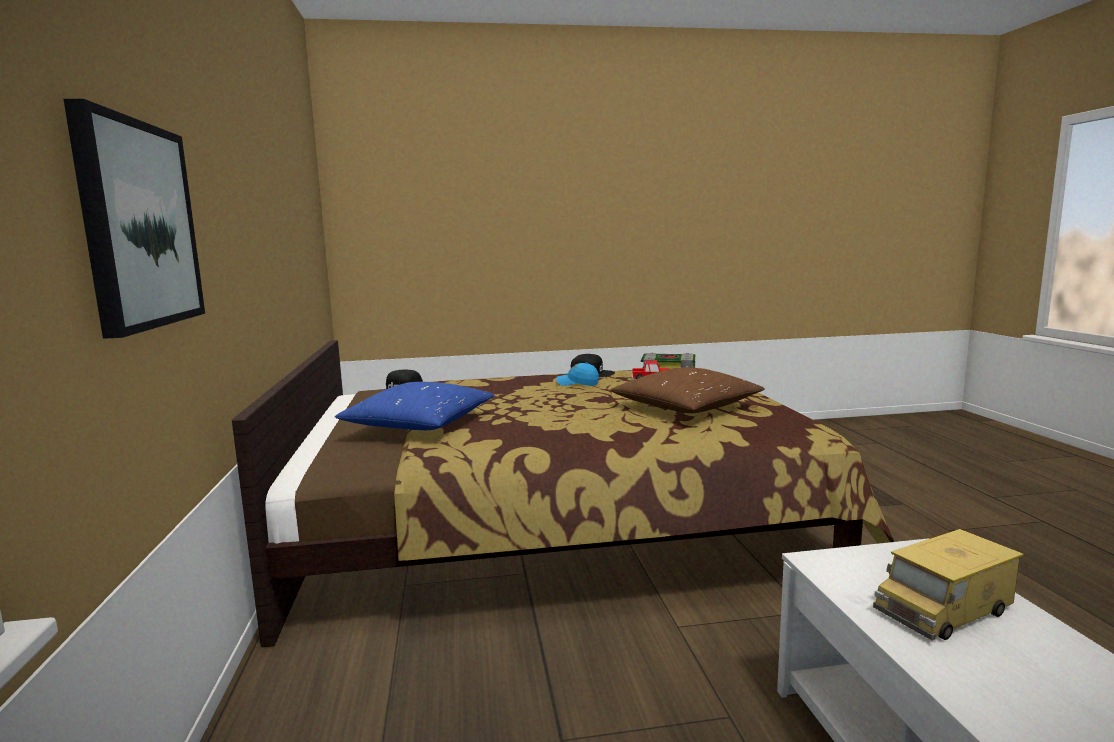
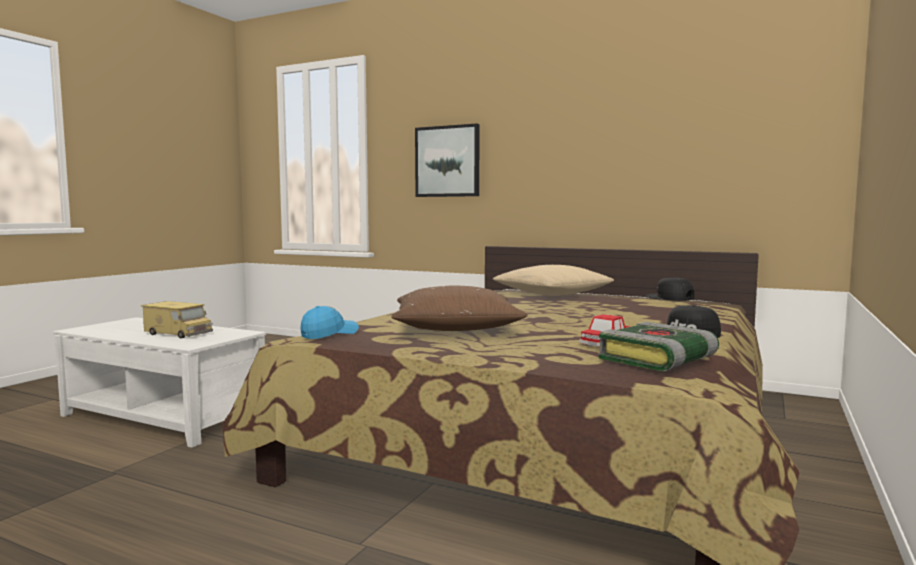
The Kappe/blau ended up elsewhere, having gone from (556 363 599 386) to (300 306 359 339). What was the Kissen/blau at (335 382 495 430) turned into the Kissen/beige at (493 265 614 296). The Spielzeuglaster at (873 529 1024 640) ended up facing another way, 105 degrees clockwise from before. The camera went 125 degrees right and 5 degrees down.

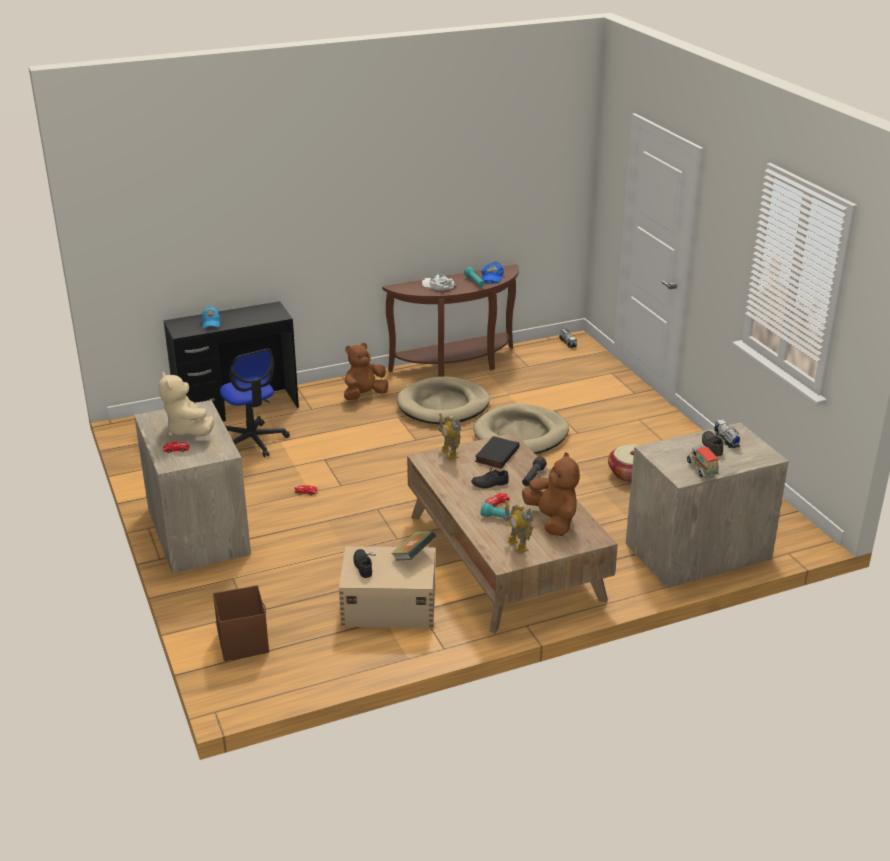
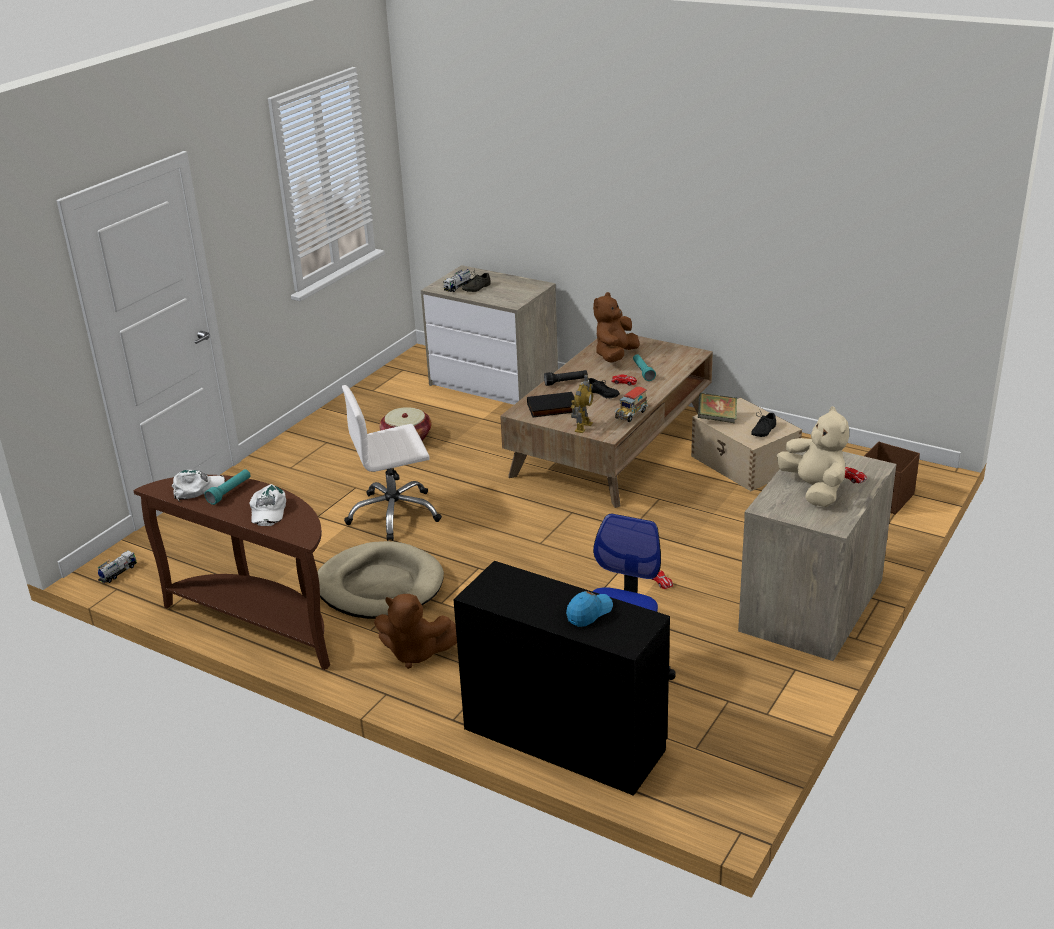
What was the Kappe/blau at (481 261 504 284) turned into the Kappe/weiß at (171 470 226 502). The Plüschtier/beige at (159 372 214 436) ended up facing another way, 45 degrees counterclockwise from before. Where the Hundebett/beige stood at (473 403 569 454), the Bürostuhl/weiß came to stand at (342 385 442 541). The Spielzeuglaster ended up elsewhere, having gone from (686 445 720 477) to (614 387 648 422). The second view lost the Spielzeugroboter at (504 500 533 554). The camera went 125 degrees left and 0 degrees up.

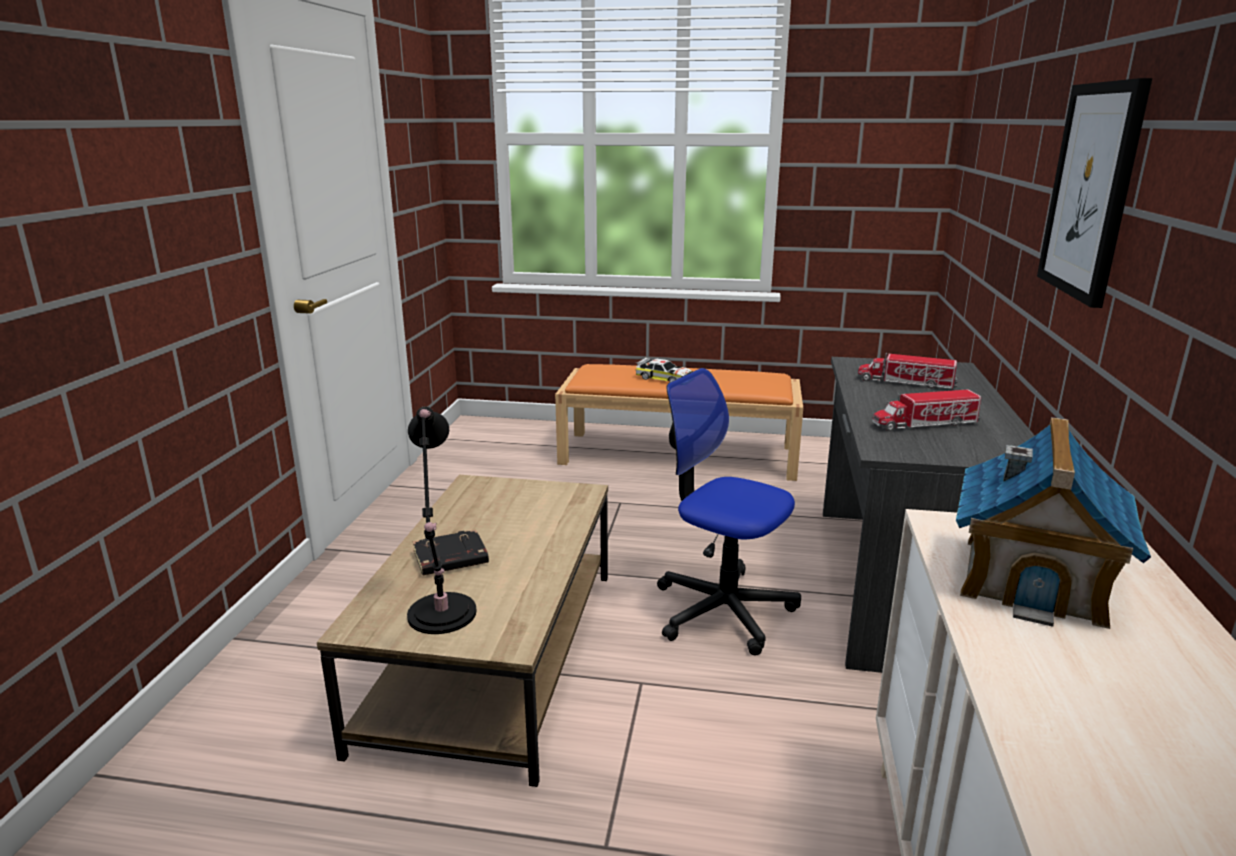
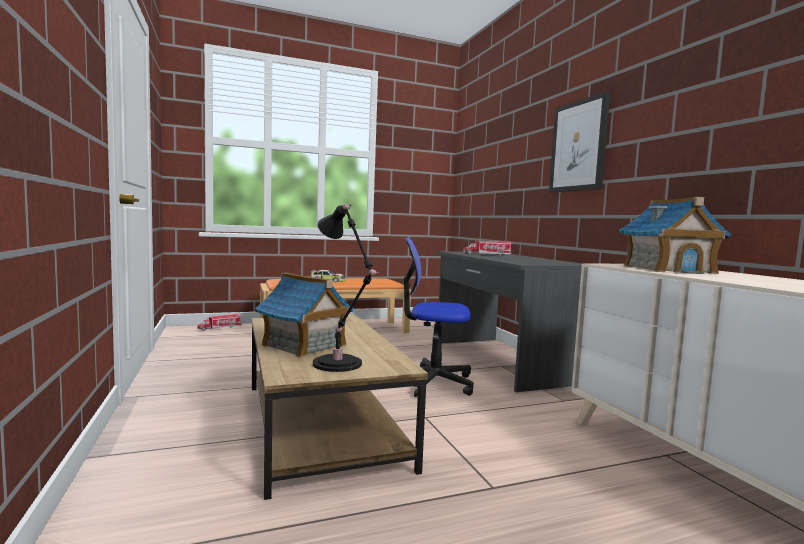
The Spielzeuglaster ended up elsewhere, having gone from (872 389 981 431) to (197 314 242 331). Where the Buch/schwarz stood at (412 530 489 575), the Spielzeughaus came to stand at (255 273 354 358). The camera went 30 degrees left and 15 degrees down.

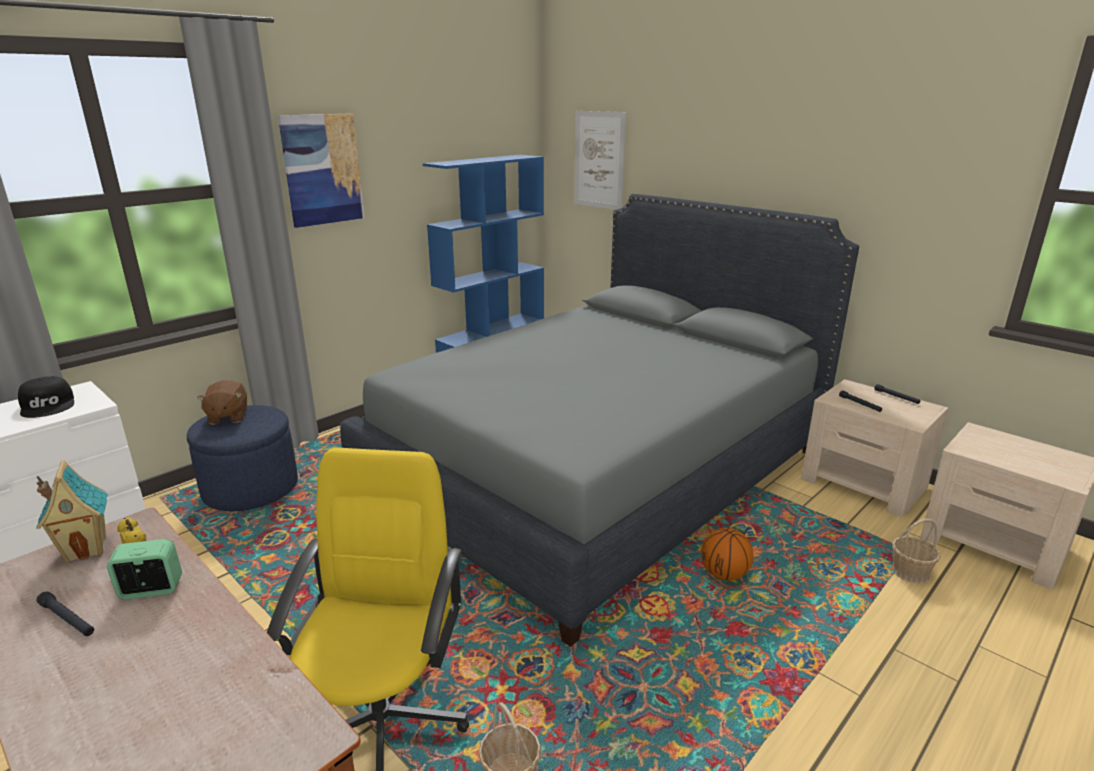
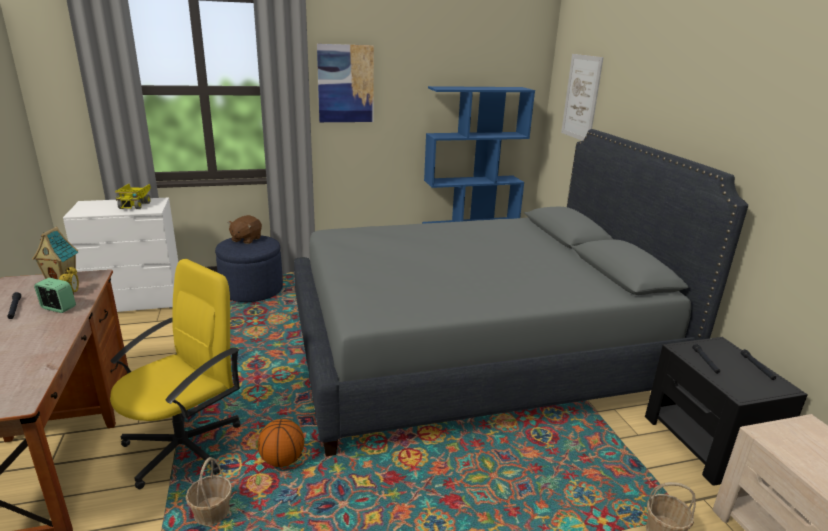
Where the Kappe/schwarz stood at (18 376 74 418), the Spielzeuglaster came to stand at (115 184 151 209). What was the Nachttisch/beige at (801 379 948 517) turned into the Nachttisch/schwarz at (645 337 808 486). The Basketball ended up elsewhere, having gone from (701 528 754 581) to (258 419 304 467). The camera went 30 degrees right and 0 degrees up.

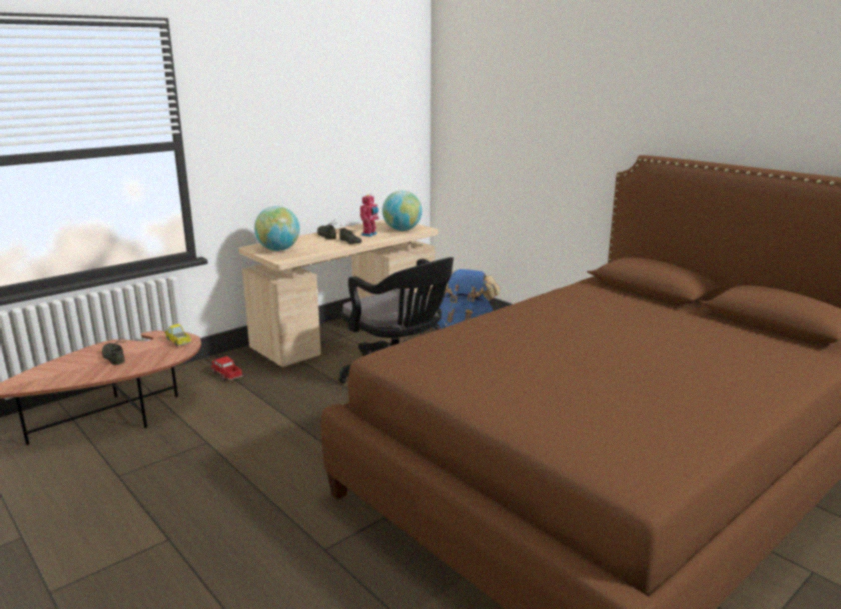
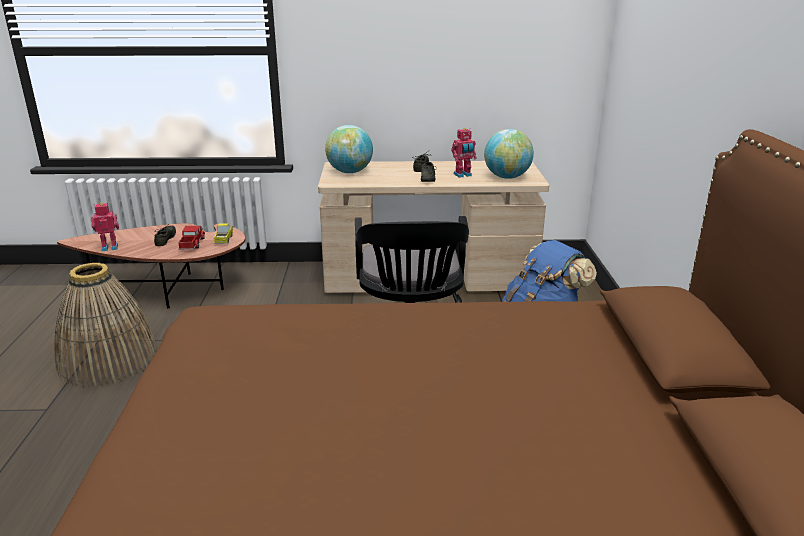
The Spielzeuglaster ended up elsewhere, having gone from (211 356 243 380) to (178 226 205 250). The second view gained the Spielzeugroboter at (91 203 119 251). The second view gained the Korb at (54 263 158 387). The camera went 40 degrees right and 5 degrees up.

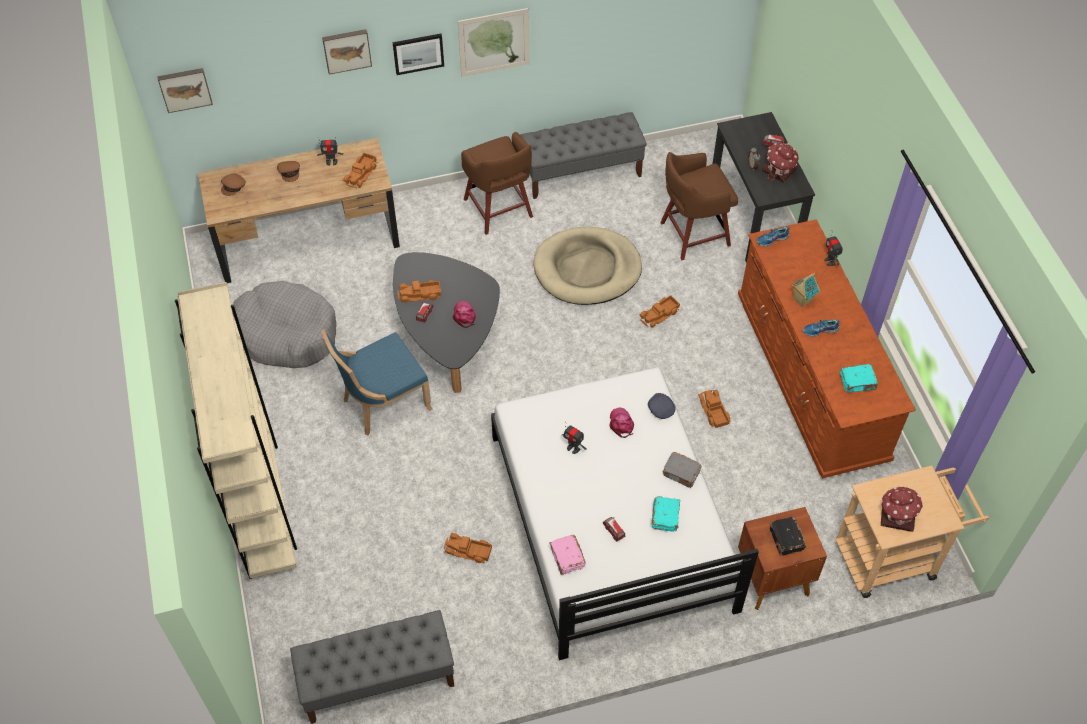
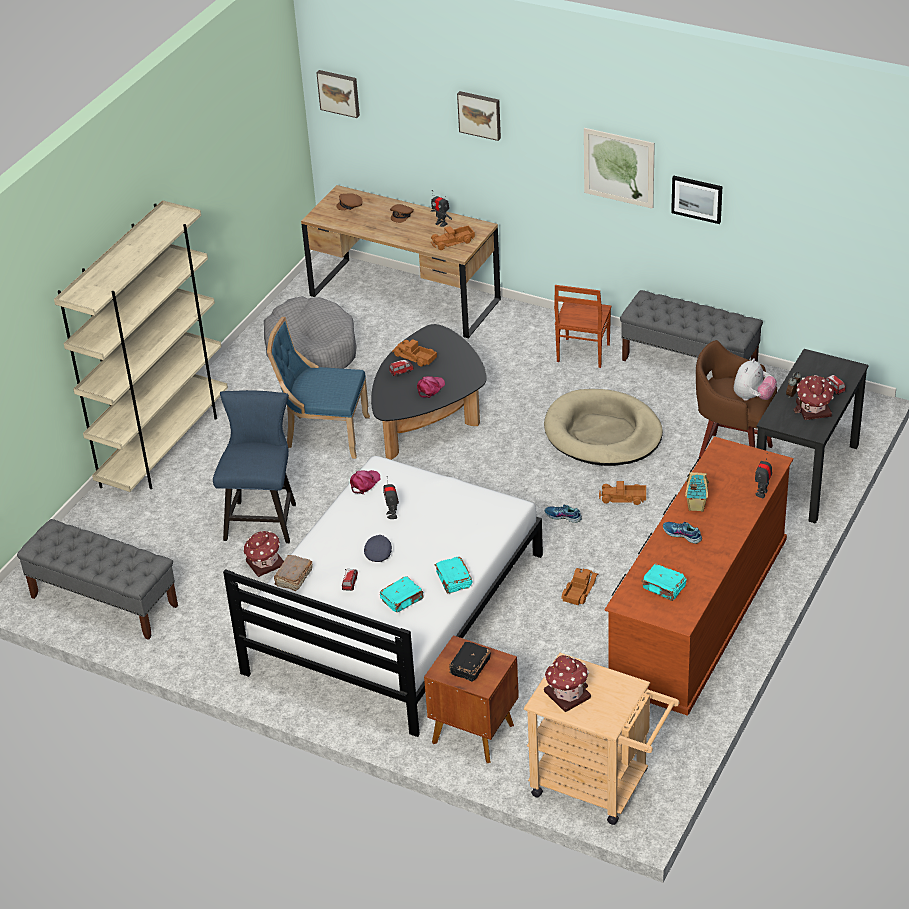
The Bild ended up elsewhere, having gone from (393 34 444 75) to (671 176 722 224). Where the Hocker/braun stood at (461 132 533 235), the Stuhl/braun came to stand at (554 285 611 368). The Schuh ended up elsewhere, having gone from (757 227 790 247) to (545 505 582 523). The Kappe/grau ended up elsewhere, having gone from (648 393 676 419) to (364 535 392 562). The Kappe/rosa ended up elsewhere, having gone from (609 407 634 438) to (350 470 380 494). What was the Buch/grau at (662 452 702 488) turned into the Buch/türkis at (435 557 473 593). Where the Spielzeuglaster stood at (444 533 492 563), the Spielzeughaus came to stand at (244 531 284 577). What was the Buch/rosa at (549 535 586 575) turned into the Buch/braun at (274 555 313 591). The second view gained the Plüschtier at (734 358 777 401). The second view gained the Stuhl/blau at (213 390 296 543). The camera went 45 degrees right and 15 degrees down.

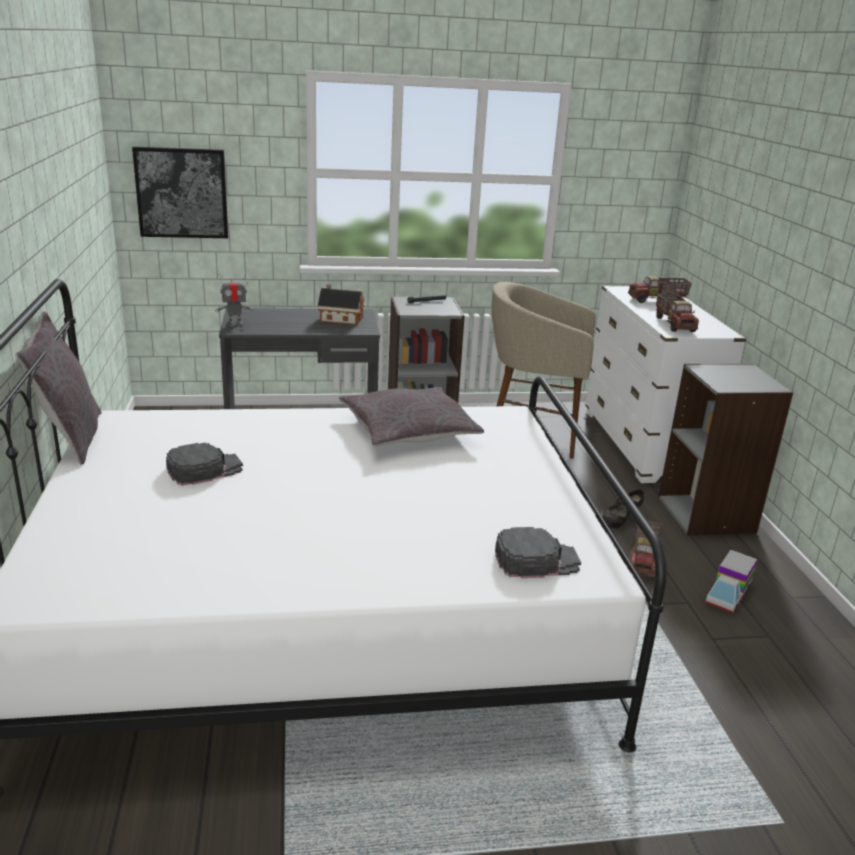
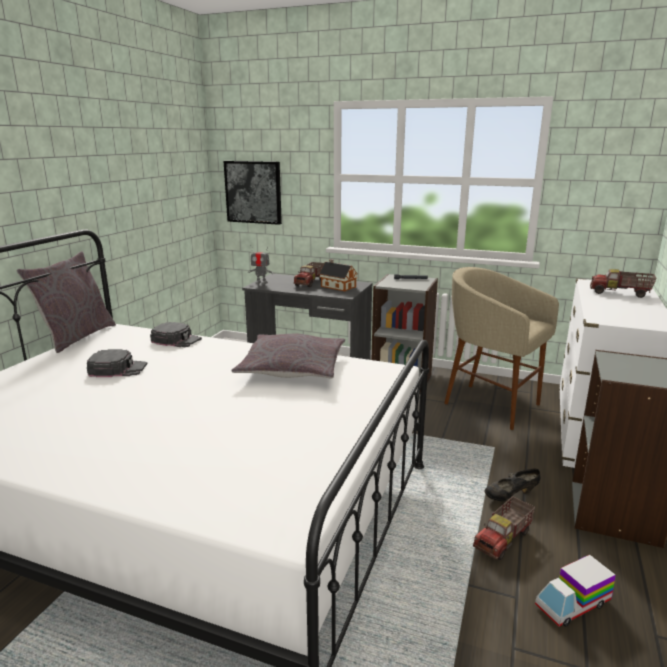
The Spielzeuglaster ended up elsewhere, having gone from (656 293 699 332) to (294 262 324 287). The Kappe/schwarz ended up elsewhere, having gone from (495 527 581 578) to (150 322 202 347). The camera went 30 degrees right and 5 degrees down.

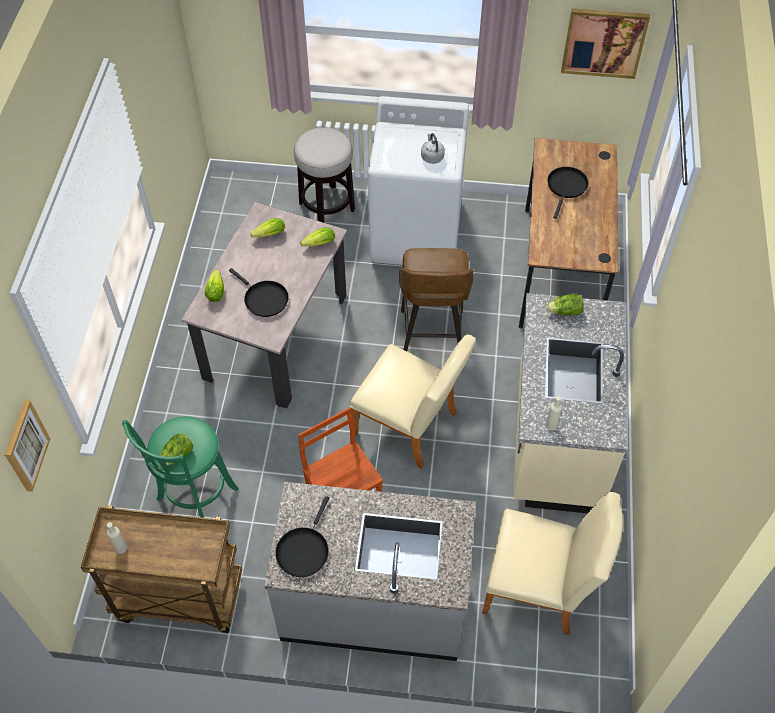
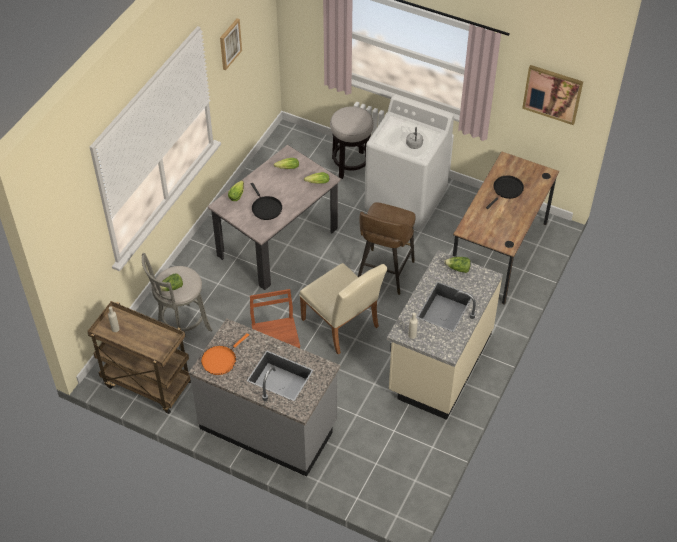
The Bild ended up elsewhere, having gone from (5 400 50 492) to (220 18 242 70). What was the Hocker/grün at (122 417 239 518) turned into the Hocker/grau at (142 253 212 349). The second view lost the Stuhl/beige at (482 492 623 635). What was the Pfanne/schwarz at (275 496 329 577) turned into the Pfanne/orange at (201 333 249 375). The camera went 20 degrees right and 5 degrees down.

